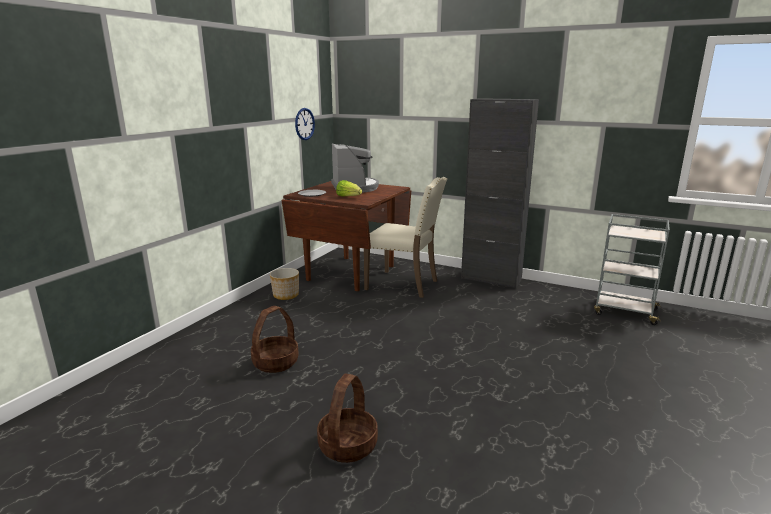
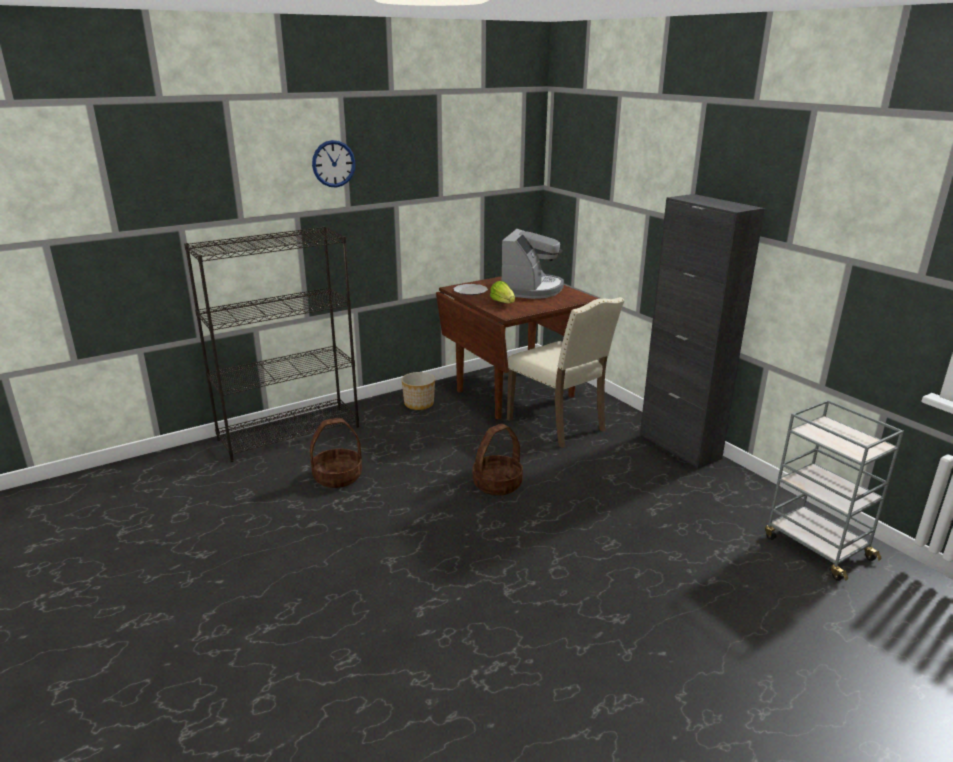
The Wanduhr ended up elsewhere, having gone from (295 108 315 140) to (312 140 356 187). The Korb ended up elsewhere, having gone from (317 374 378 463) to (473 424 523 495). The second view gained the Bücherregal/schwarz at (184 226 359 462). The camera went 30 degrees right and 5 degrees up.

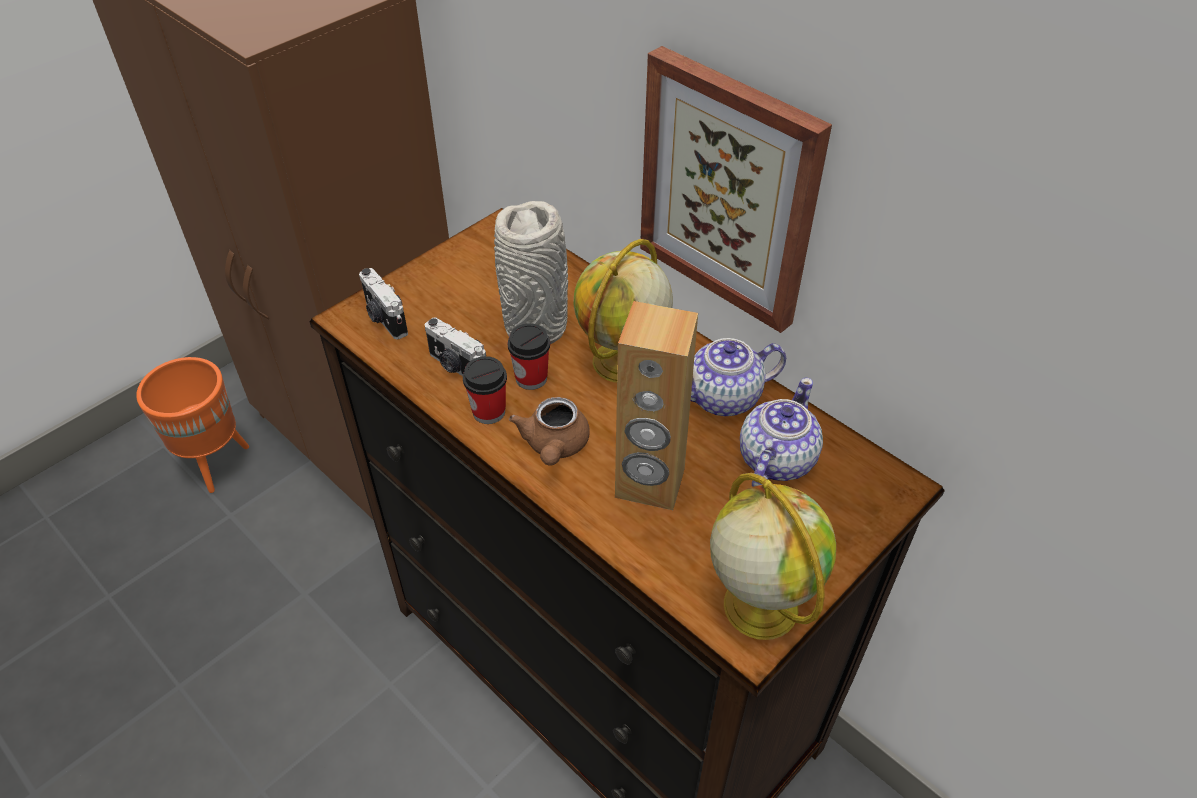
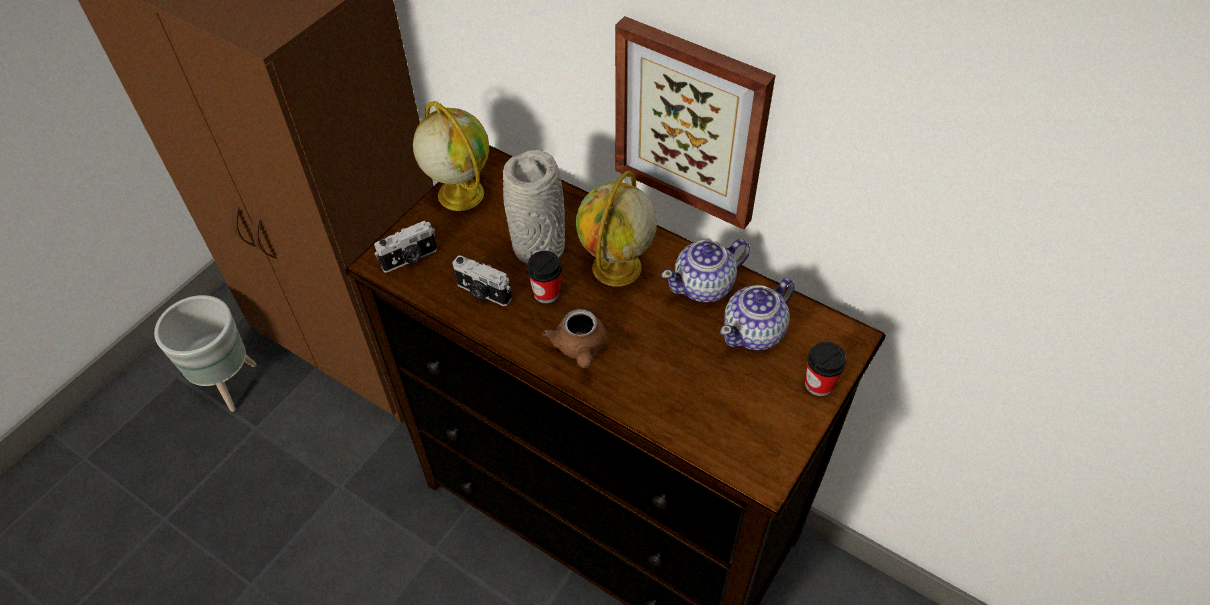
The Kamera at (359 268 408 339) ended up facing another way, 75 degrees counterclockwise from before. The second view lost the Lautsprecher/braun at (615 301 698 510). The Tasse ended up elsewhere, having gone from (463 356 507 424) to (805 342 846 396). What was the Pflanzkübel/orange at (136 357 249 493) turned into the Pflanzkübel/grau at (154 295 257 412). The Teekanne at (740 378 823 487) ended up facing another way, 150 degrees counterclockwise from before. The Globus ended up elsewhere, having gone from (710 473 836 640) to (413 101 489 211). The camera went 10 degrees left and 5 degrees up.

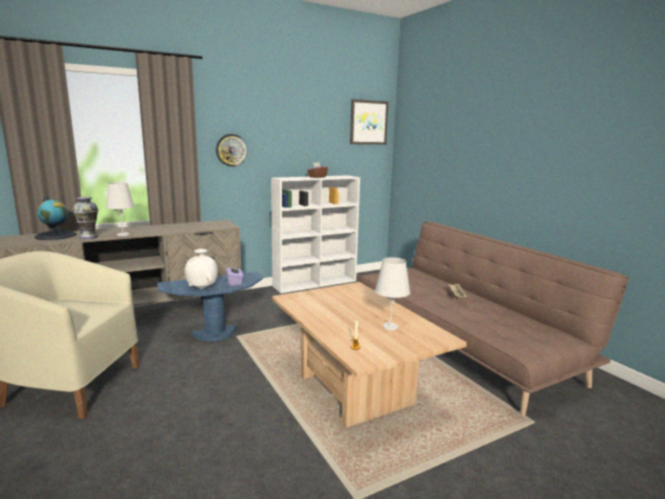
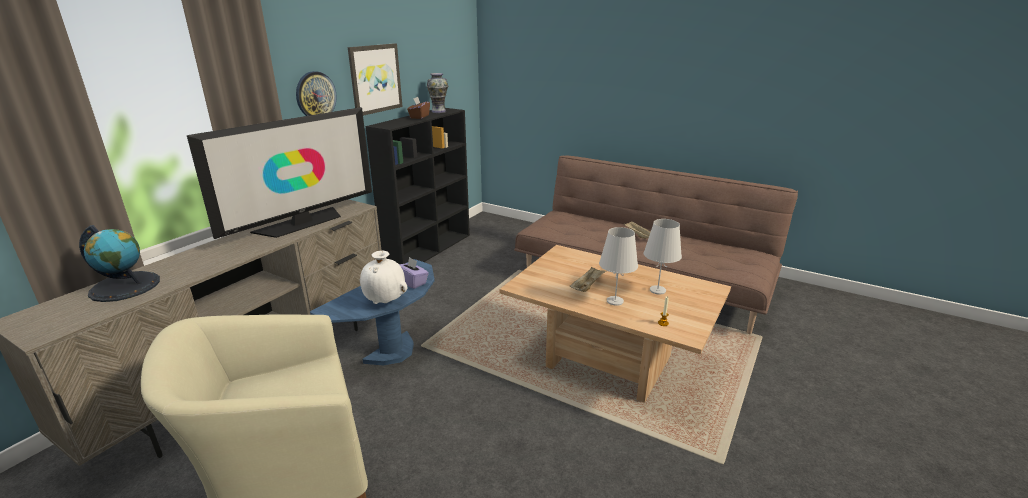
The Bild ended up elsewhere, having gone from (350 99 388 145) to (348 43 403 116). What was the Bücherregal/weiß at (271 175 360 293) turned into the Bücherregal/schwarz at (366 108 470 264). The Tischlampe/weiß ended up elsewhere, having gone from (106 182 134 236) to (599 227 638 306). The Vase ended up elsewhere, having gone from (73 197 98 239) to (427 73 448 113). The second view gained the Fernseher at (187 107 372 239). The second view gained the Tablett/beige at (569 267 606 292). The camera went 30 degrees left and 10 degrees up.

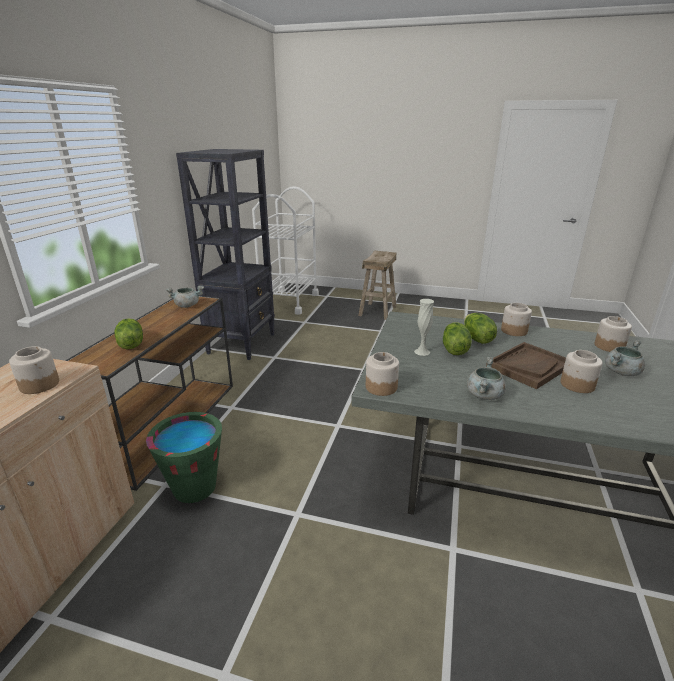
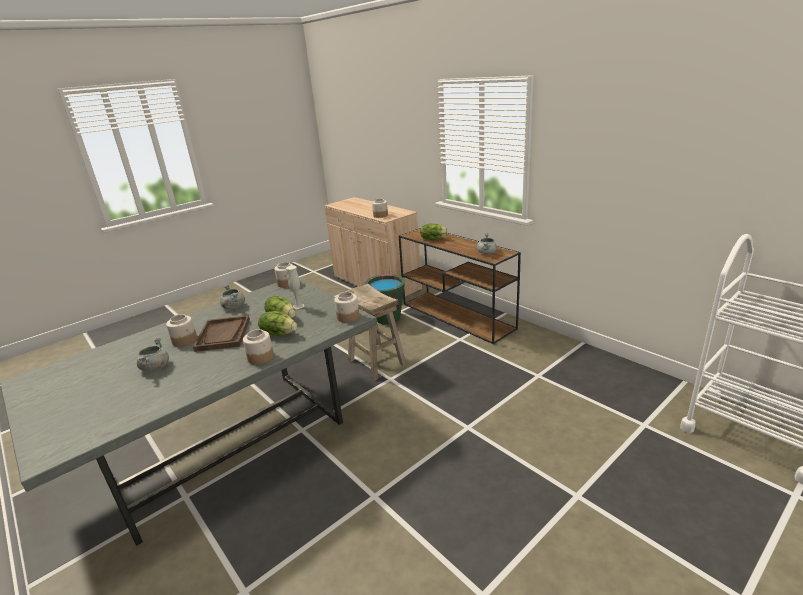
The second view lost the Bücherregal/schwarz at (176 149 275 360). The Hocker/beige ended up elsewhere, having gone from (358 251 396 320) to (346 284 407 381). The Vorratsglas ended up elsewhere, having gone from (594 316 632 352) to (334 292 359 322). The camera went 125 degrees right and 0 degrees up.

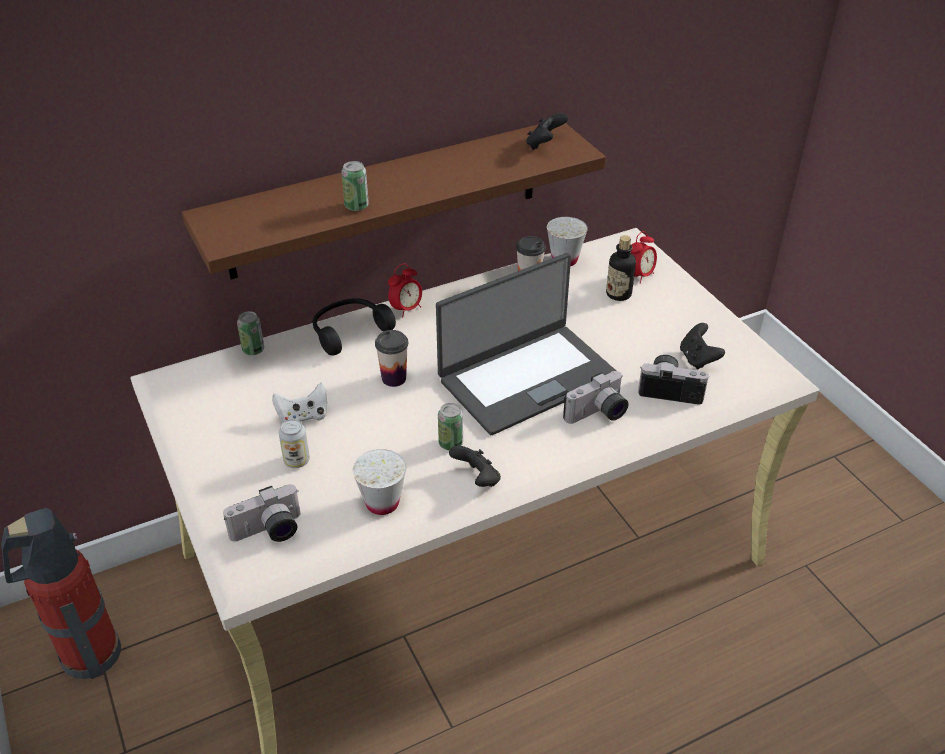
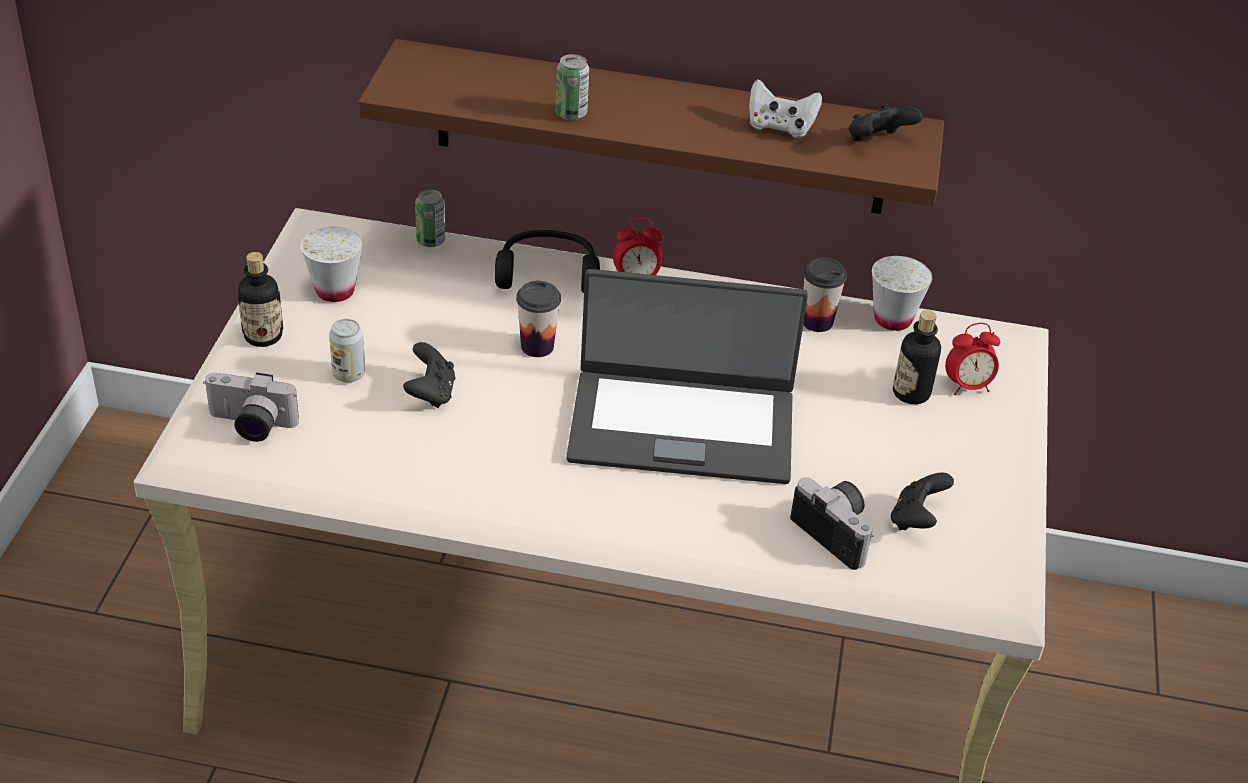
The second view lost the Kamera at (563 371 629 424). The Gamepad/weiß ended up elsewhere, having gone from (272 383 327 422) to (749 79 822 138). The second view lost the Dose at (438 403 463 450). The Gamepad/schwarz ended up elsewhere, having gone from (449 446 501 487) to (403 342 455 408). The Tasse/weiß ended up elsewhere, having gone from (352 449 406 515) to (301 227 363 302). The second view lost the Feuerlöscher at (1 508 121 679). The second view gained the Flasche at (237 252 283 347). The camera went 35 degrees right and 0 degrees up.

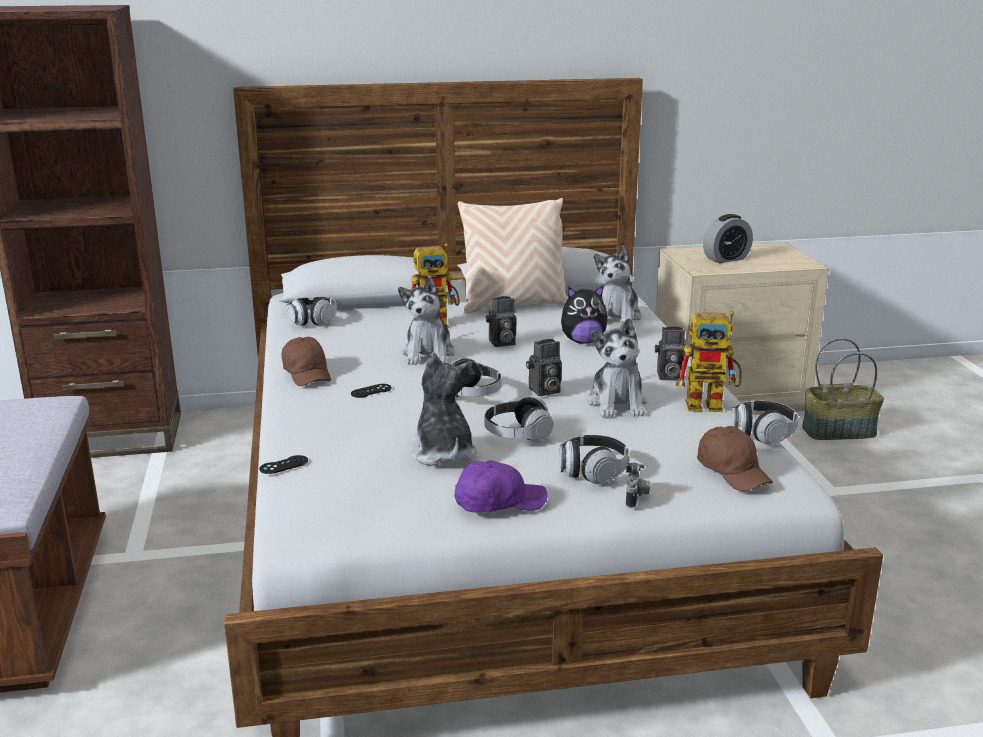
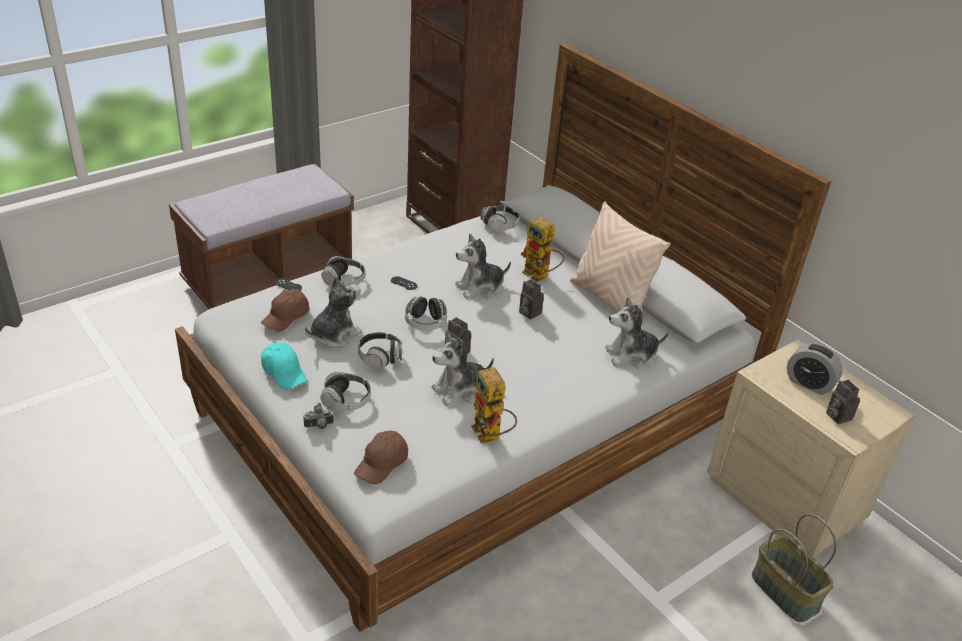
The second view lost the Plüschtier at (561 285 608 344). The Kamera ended up elsewhere, having gone from (655 326 685 380) to (826 380 860 424). The Kappe/braun ended up elsewhere, having gone from (282 337 331 386) to (261 289 309 331). The Kopfhörer ended up elsewhere, having gone from (731 400 798 445) to (322 256 365 286). What was the Kappe/lila at (454 460 548 512) turned into the Kappe/türkis at (261 342 307 390). The camera went 60 degrees right and 15 degrees up.

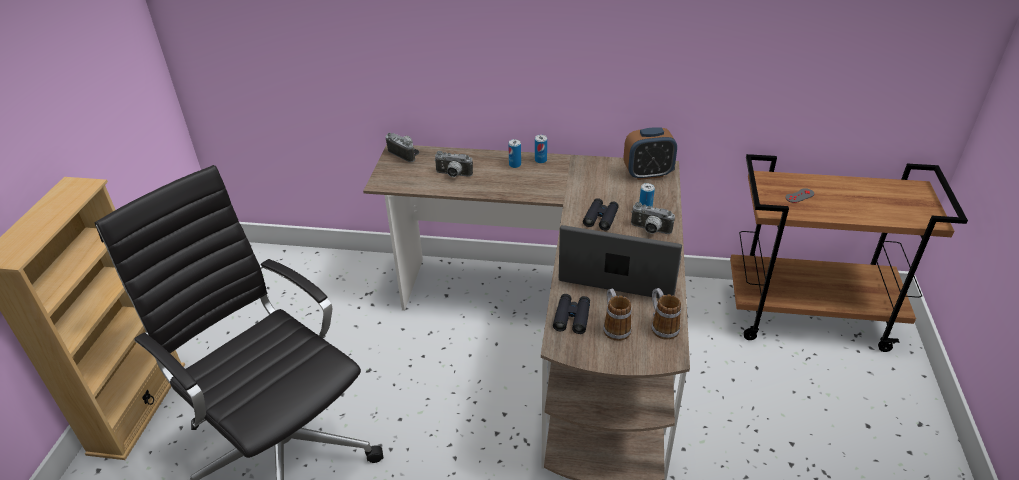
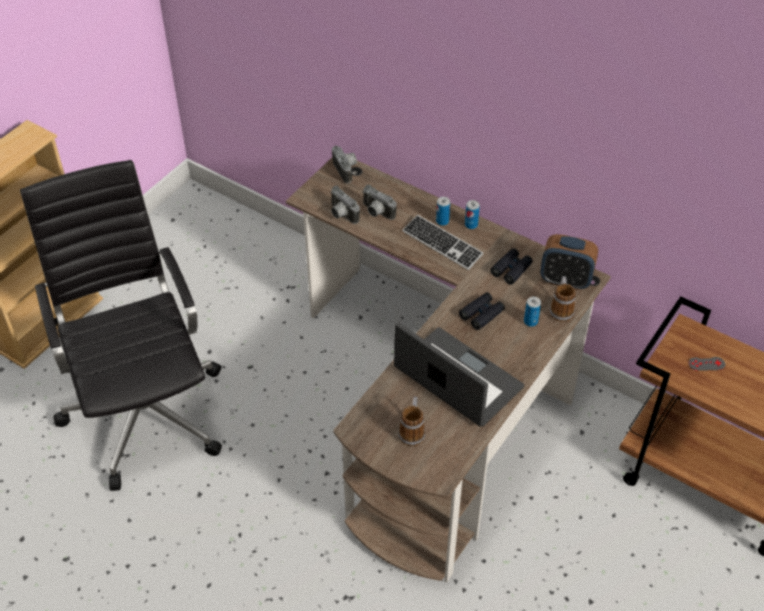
The Kamera ended up elsewhere, having gone from (631 202 675 234) to (330 186 360 224). The Henkelbecher ended up elsewhere, having gone from (651 288 681 340) to (550 276 576 322). The Fernglas/schwarz ended up elsewhere, having gone from (553 294 590 334) to (490 248 533 285). The second view gained the Tastatur at (402 215 483 270). The camera went 25 degrees right and 10 degrees up.

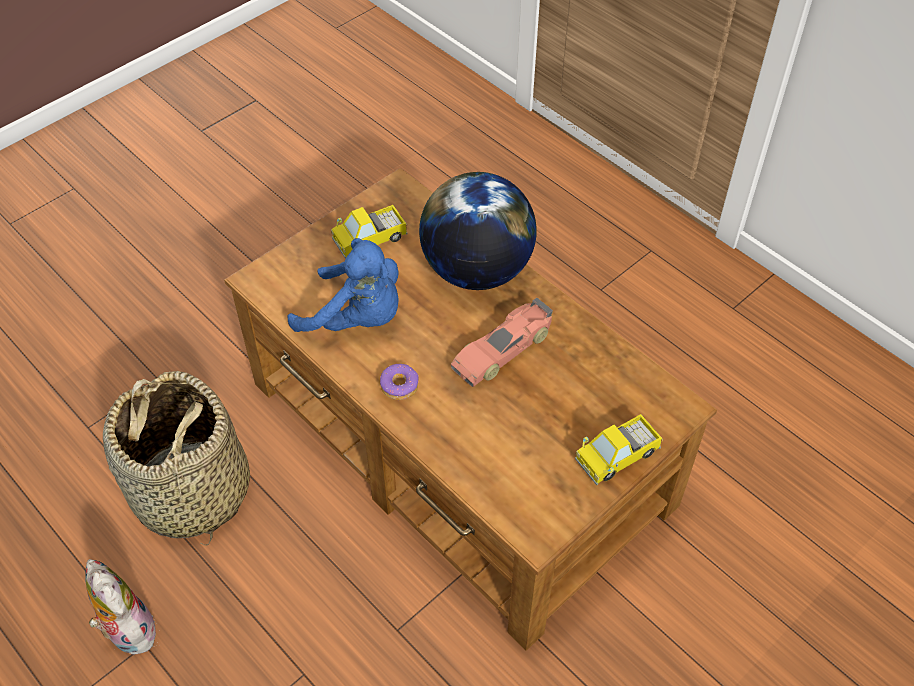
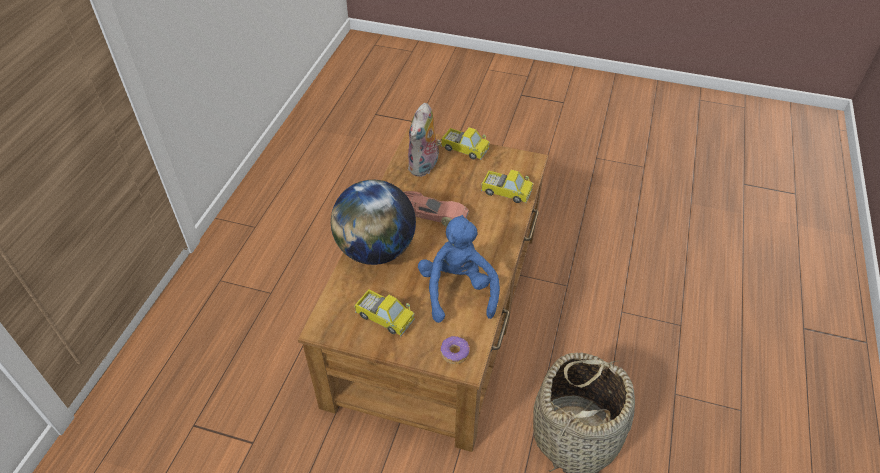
The Donut ended up elsewhere, having gone from (380 364 419 400) to (441 336 470 364). The Plüschtier ended up elsewhere, having gone from (85 559 156 655) to (408 103 441 177). The second view gained the Spielzeuglaster at (481 170 533 203). The camera went 120 degrees left and 5 degrees down.

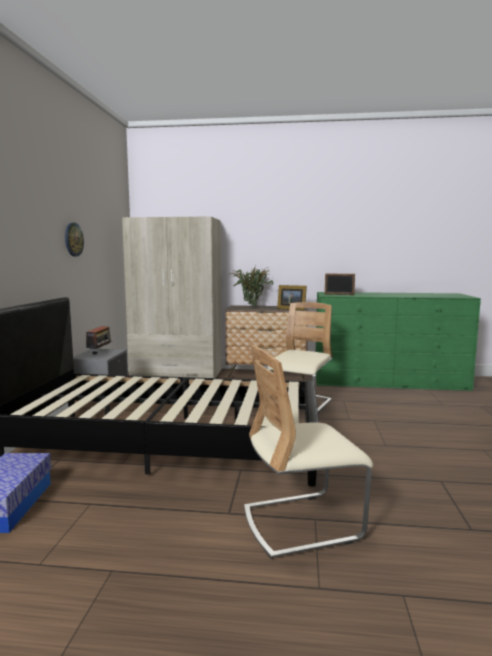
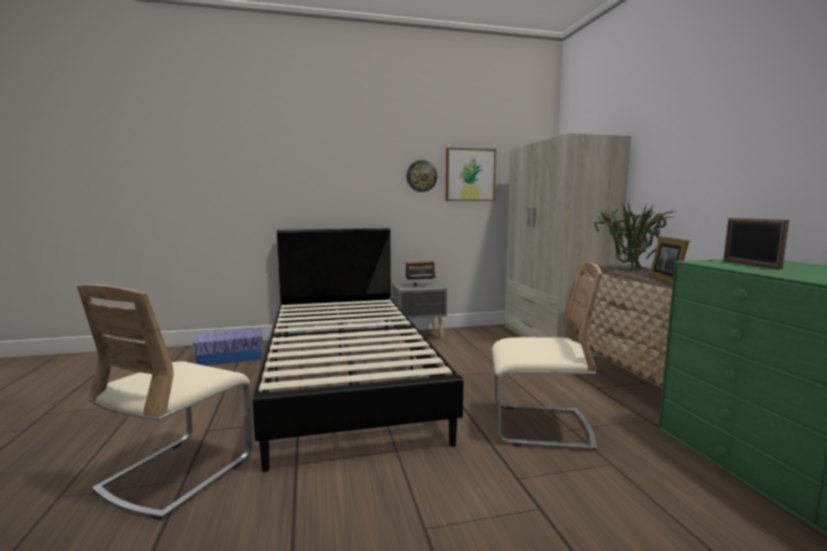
The Stuhl/beige at (244 344 373 559) ended up facing another way, 120 degrees counterclockwise from before. The second view gained the Bild at (446 148 496 201). The camera went 70 degrees right and 0 degrees up.

